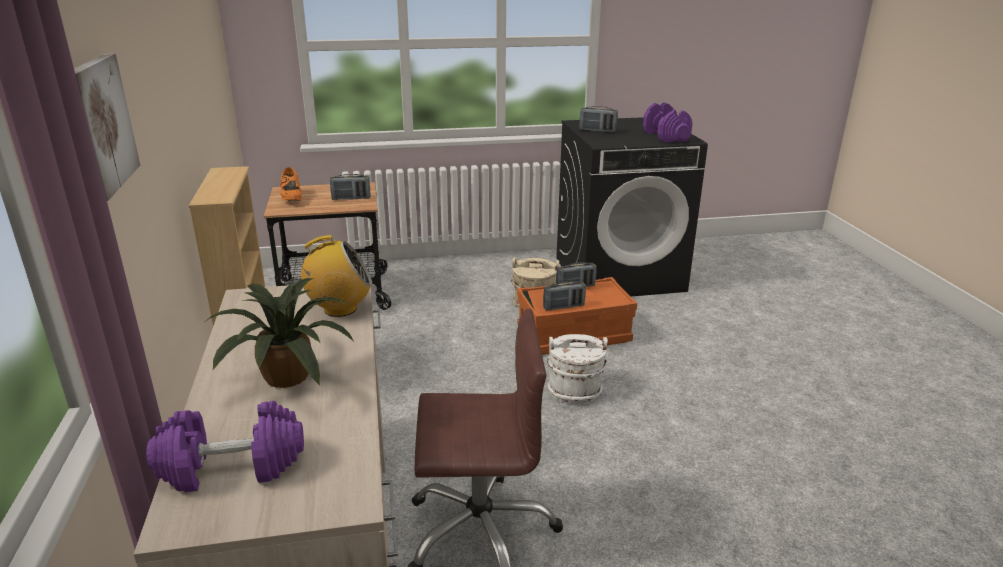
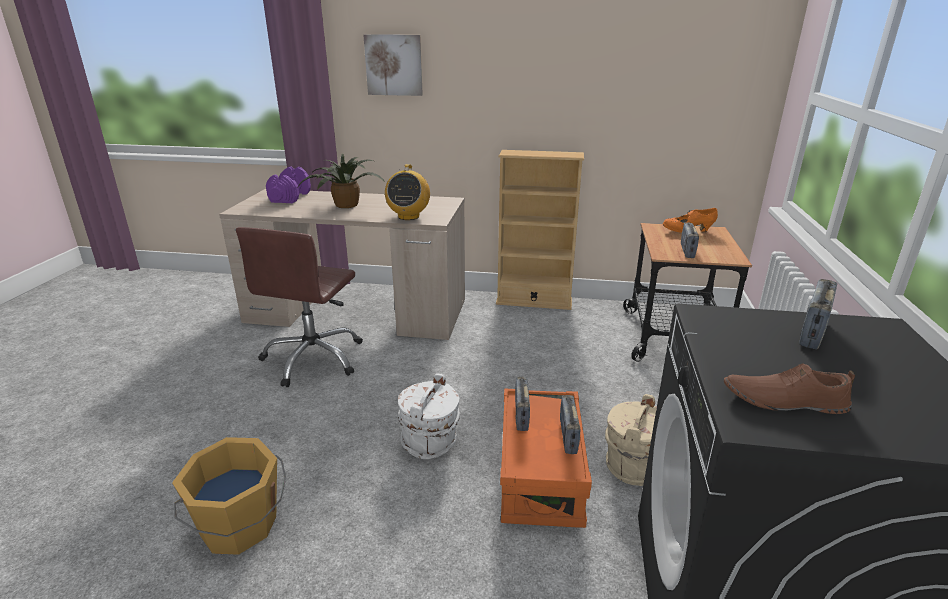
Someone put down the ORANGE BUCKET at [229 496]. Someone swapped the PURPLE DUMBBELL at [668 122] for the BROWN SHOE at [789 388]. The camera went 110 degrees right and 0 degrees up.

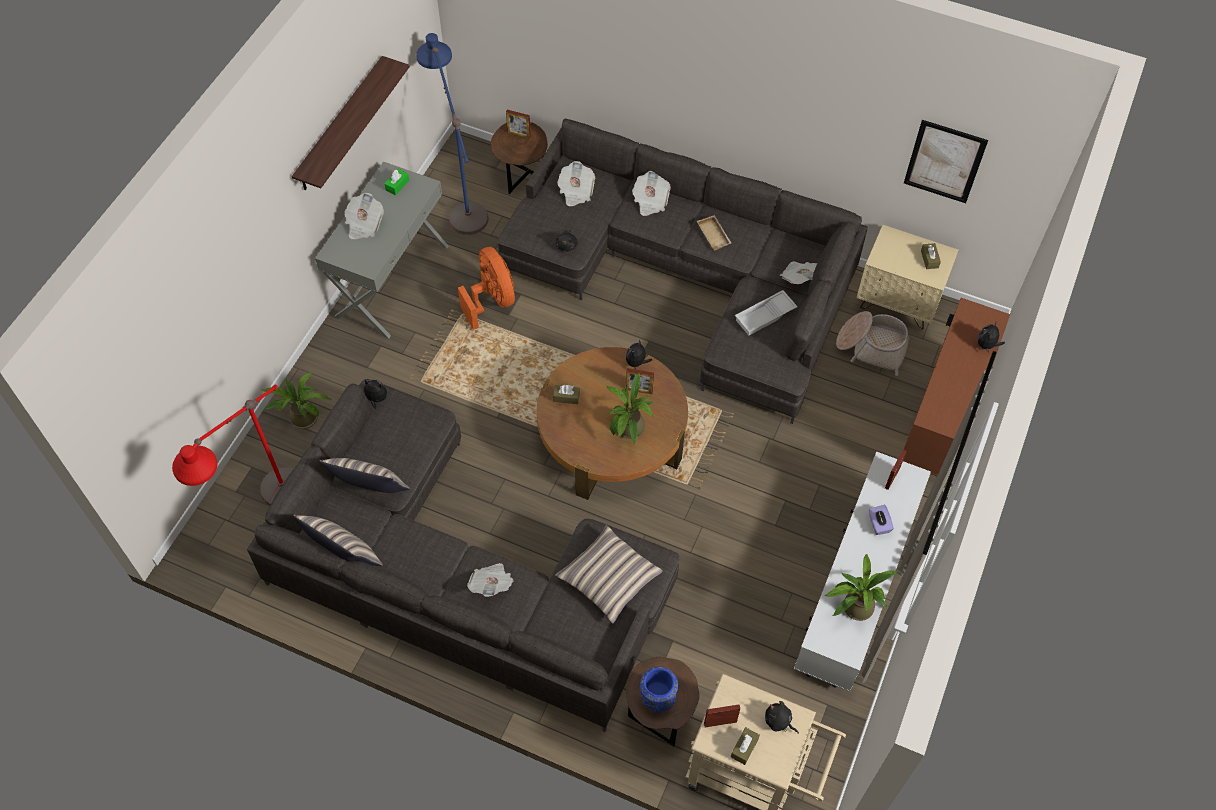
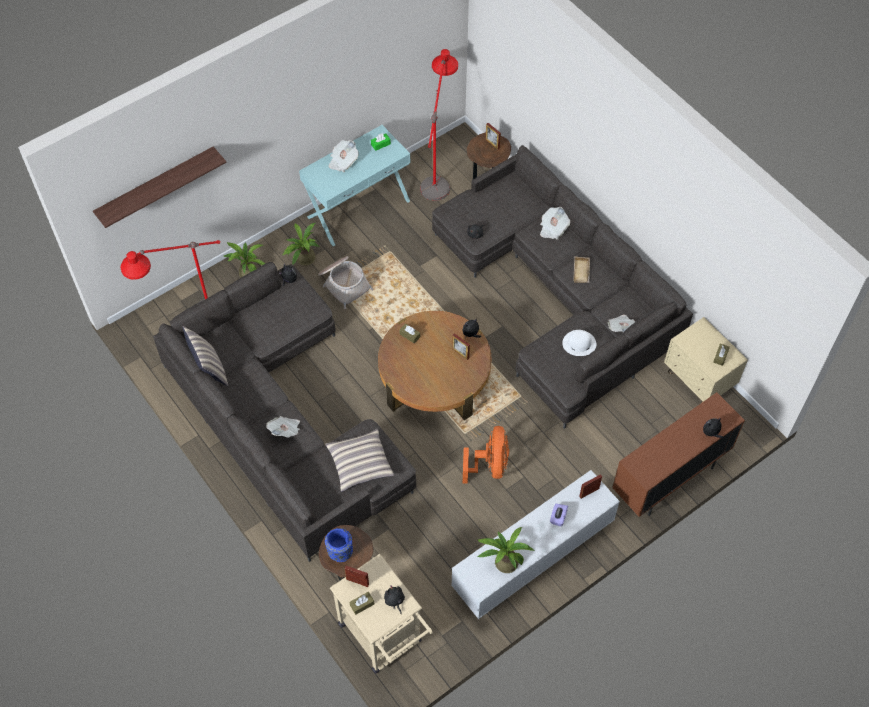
Someone carried the SHELF from [351 123] to [160 187]. Someone carried the POTTED PLANT from [629 408] to [301 244]. Someone repainted the GREY CONSOLE TABLE at [382 250], which became the TURQUOISE CONSOLE TABLE at [355 185]. Someone carried the BASKET from [873 343] to [345 282]. Someone repainted the BLUE FLOOR LAMP at [452 134], which became the RED FLOOR LAMP at [439 125]. Someone carried the ORANGE FAN from [486 288] to [486 455]. Someone swapped the WHITE TRAY at [766 313] for the WHITE HAT at [579 343]. Someone took away the PILLOW at [364 475]. Someone took away the NEWSPAPER at [576 184]. Someone took away the PICTURE at [946 161]. The camera went 30 degrees right and 0 degrees up.

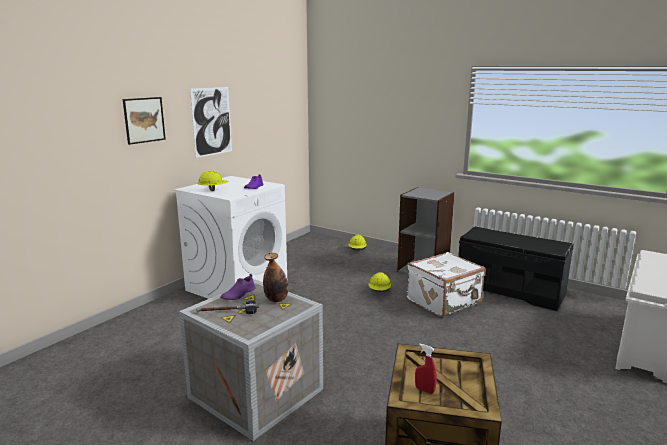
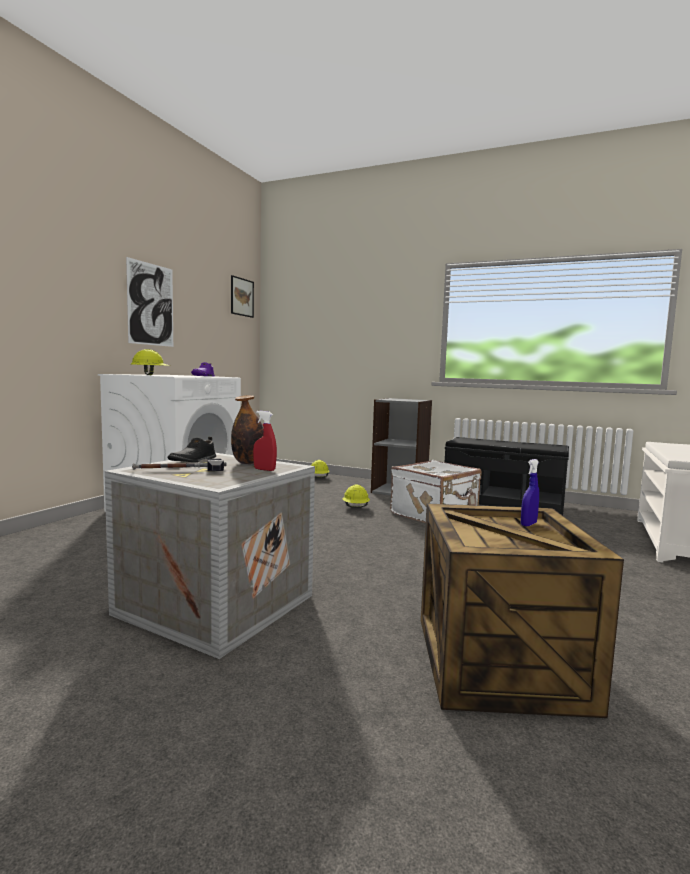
Someone repainted the PURPLE SHOE at [237 287], which became the BLACK SHOE at [192 449]. Someone carried the PICTURE from [144 121] to [242 296]. Someone carried the RED SPRAY BOTTLE from [426 369] to [265 441]. Someone put down the BLUE SPRAY BOTTLE at [530 493]. The camera went 10 degrees left and 10 degrees down.

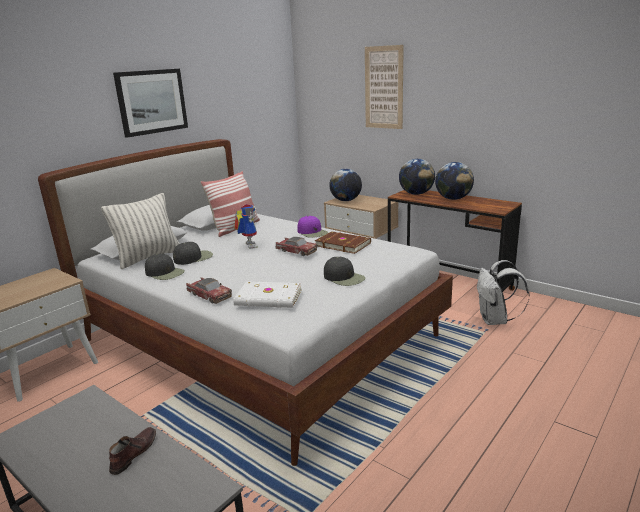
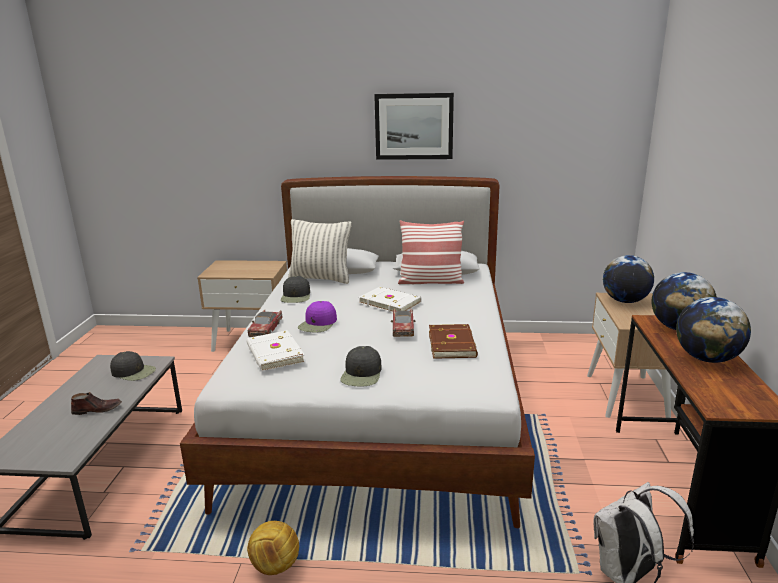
Someone carried the BLACK CAP from [193 253] to [133 366]. Someone put down the FOOTBALL at [273 548]. Someone carried the PURPLE CAP from [313 227] to [317 317]. Someone swapped the TOY ROBOT at [246 226] for the WHITE BOOK at [390 300]. Someone took away the PICTURE at [384 87]. The camera went 55 degrees right and 0 degrees up.

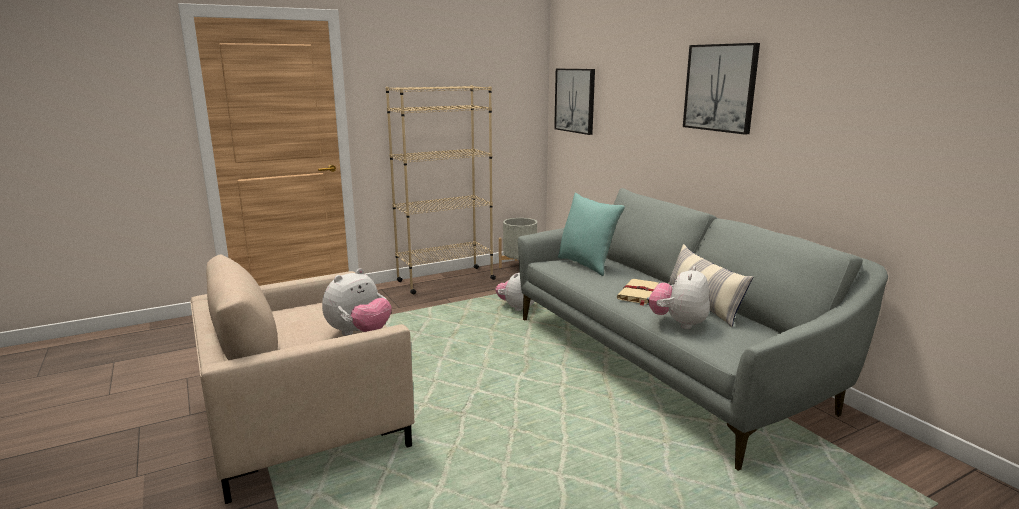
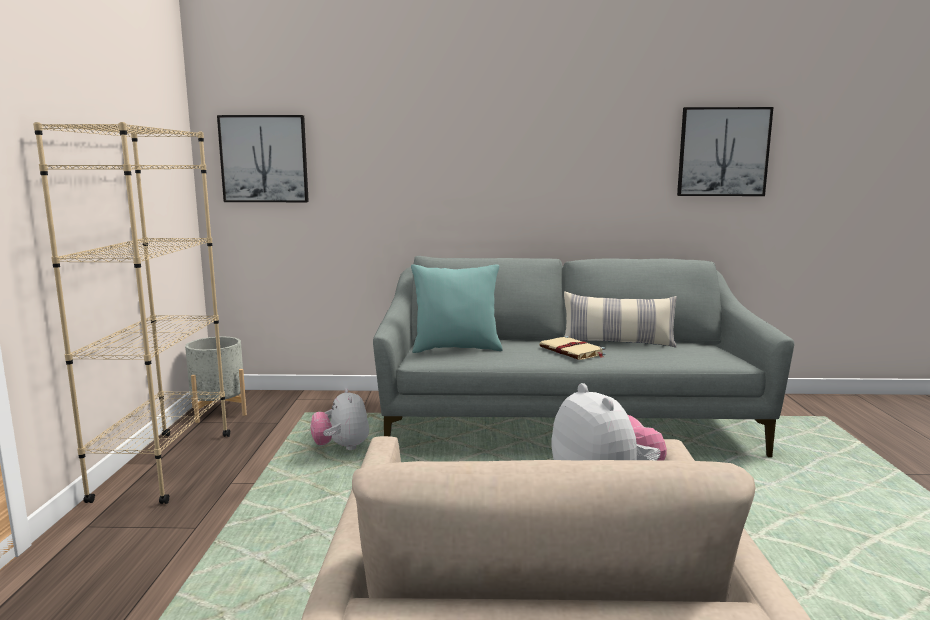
Someone carried the PICTURE from [721 89] to [725 151]. Someone took away the PLUSH TOY at [679 297]. The camera went 60 degrees left and 5 degrees down.

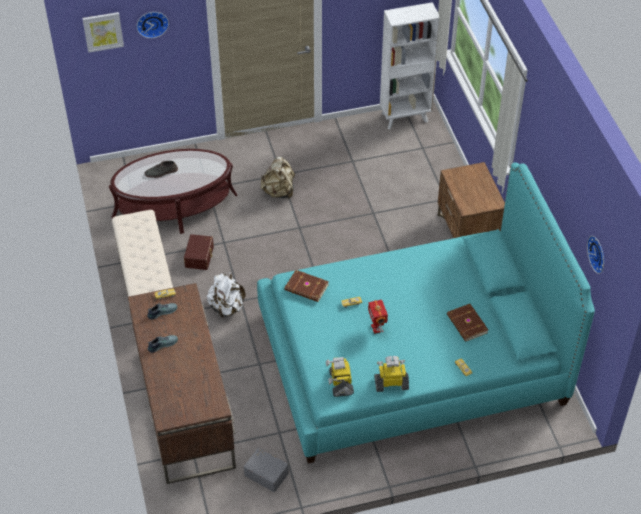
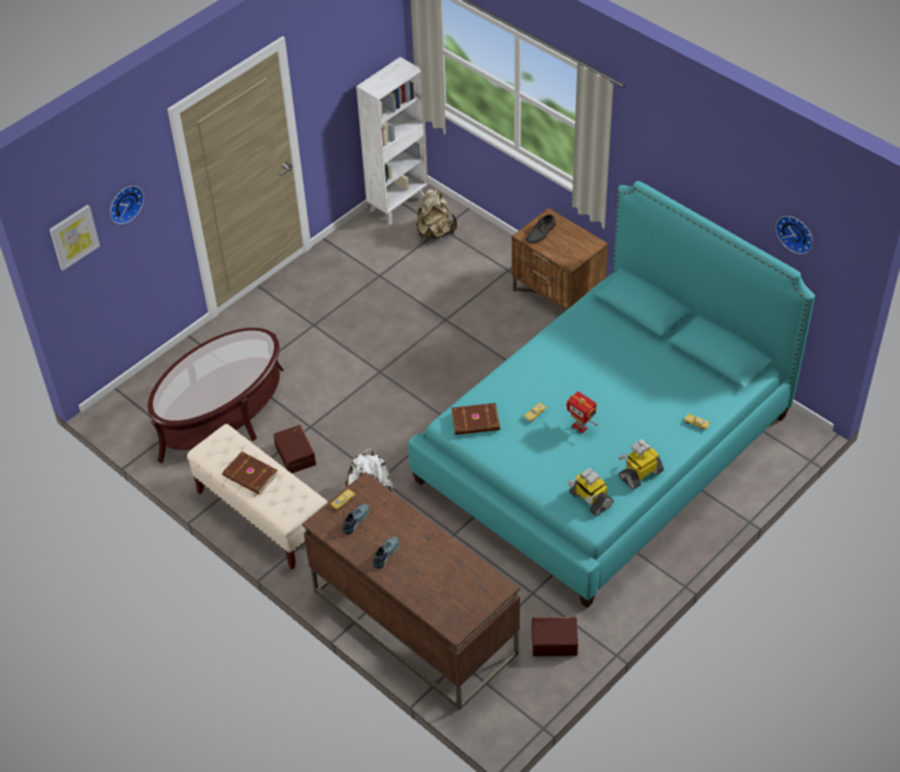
Someone carried the BROWN BOOK from [467 323] to [250 473]. Someone carried the BEIGE BACKPACK from [278 178] to [436 214]. Someone carried the GREY SHOE from [161 169] to [541 229]. Someone repainted the GREY STORAGE BOX at [266 470], which became the BROWN STORAGE BOX at [555 636]. The camera went 30 degrees left and 0 degrees up.

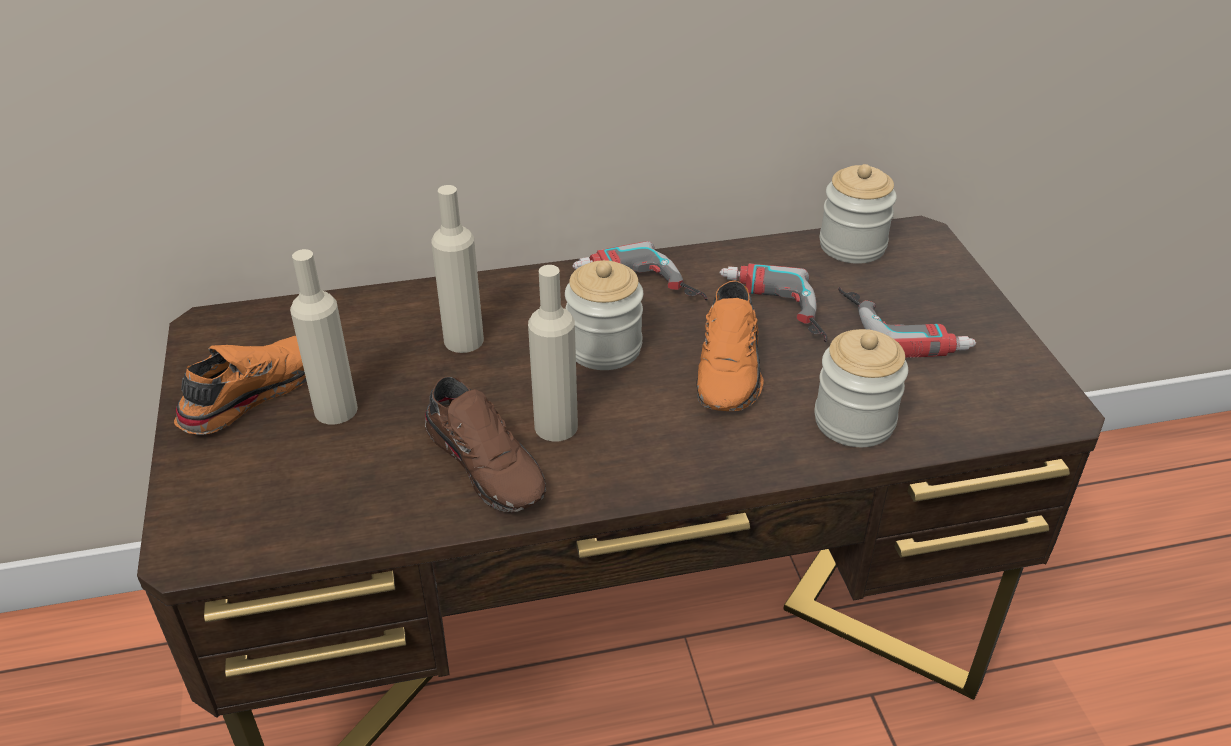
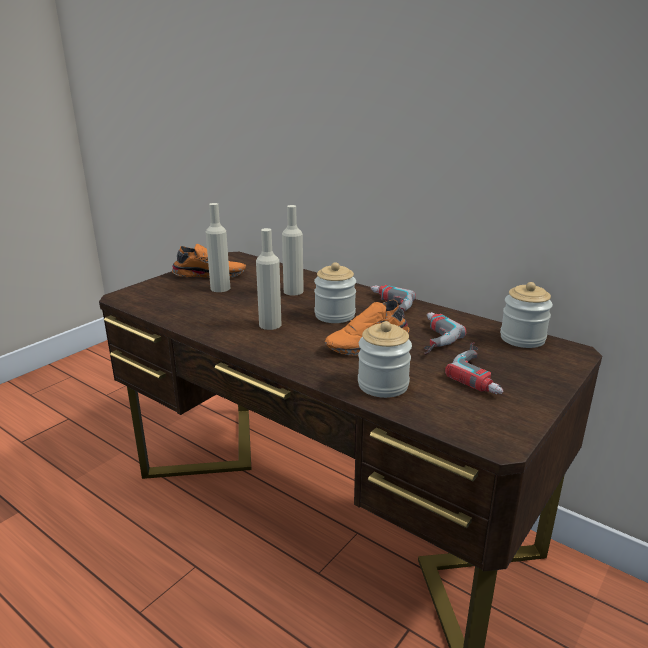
Someone took away the BROWN SHOE at [485 444]. The camera went 50 degrees right and 15 degrees down.

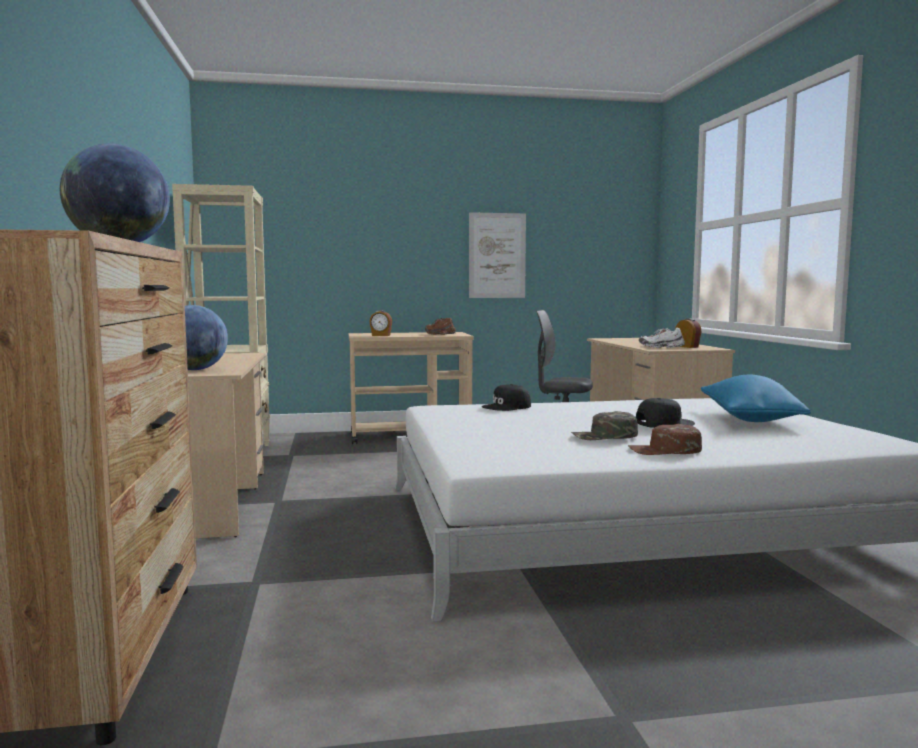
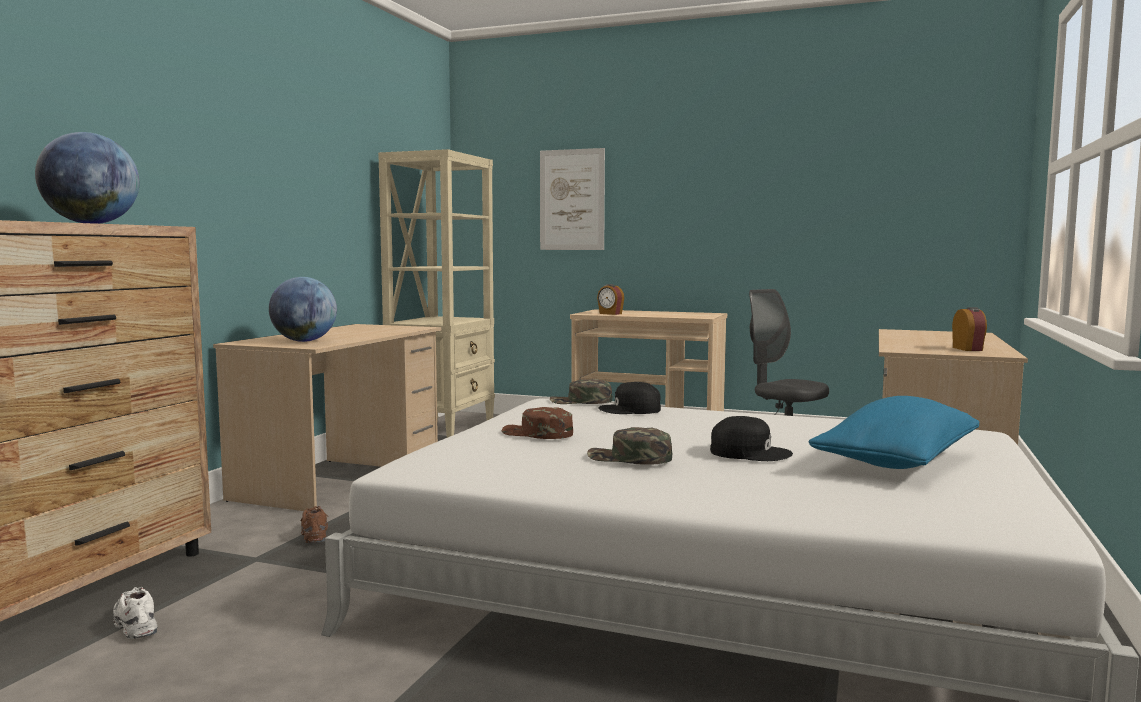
Someone carried the WHITE SHOE from [662 338] to [135 613]. Someone carried the BROWN SHOE from [440 326] to [314 524]. Someone carried the BROWN CAP from [665 439] to [537 423]. Someone carried the PICTURE from [497 255] to [572 199]. Someone put down the GREEN CAP at [581 391]. The camera went 30 degrees right and 0 degrees up.

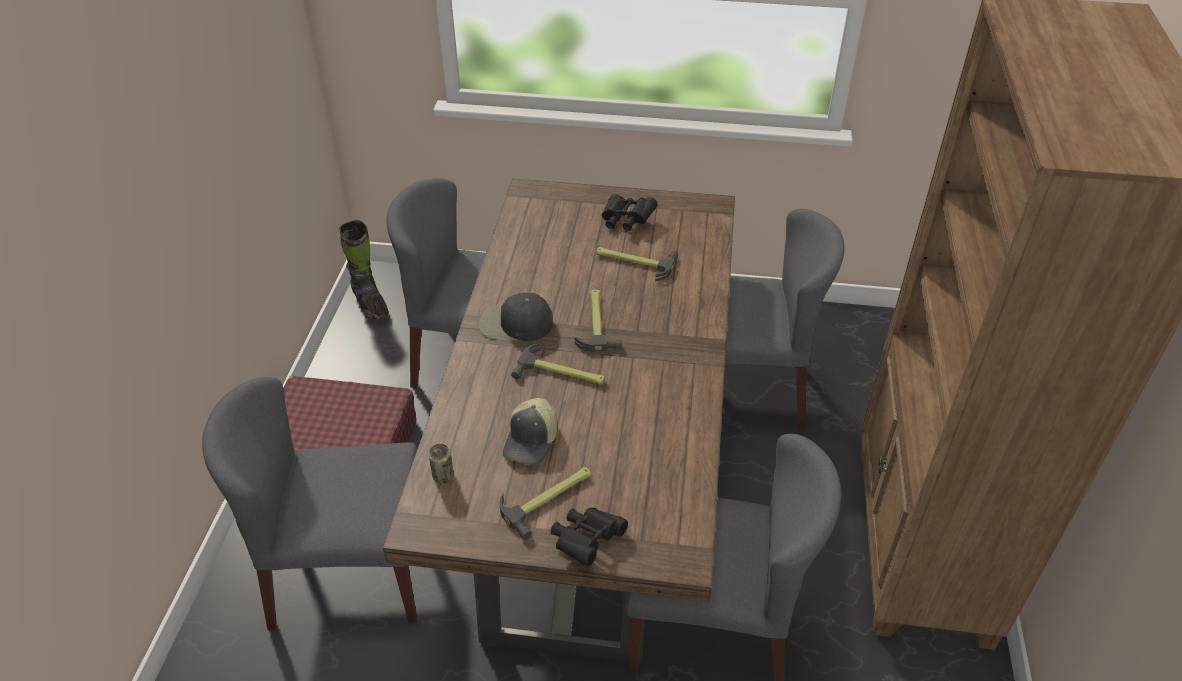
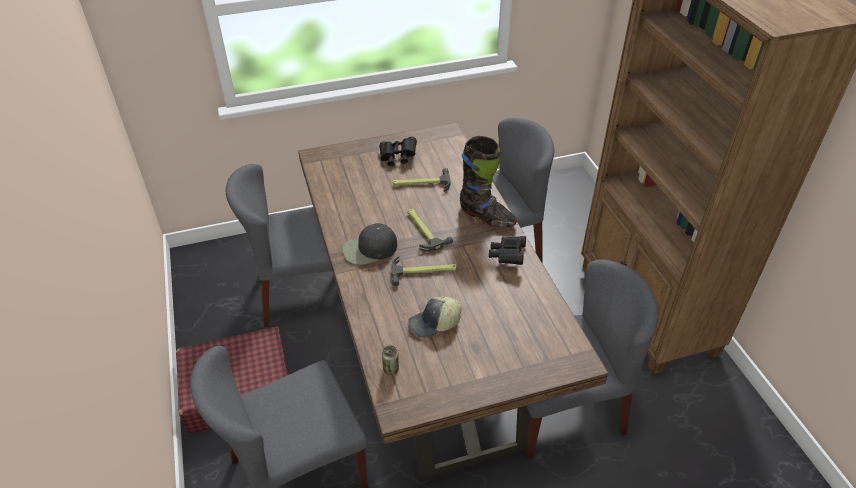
Someone rotated the CAP at [529 431] by 75 degrees clockwise. Someone carried the BLACK BOOT from [364 270] to [488 182]. Someone carried the BLACK BINOCULARS from [589 537] to [507 250]. Someone took away the HAMMER at [545 503]. The camera went 25 degrees left and 0 degrees up.

